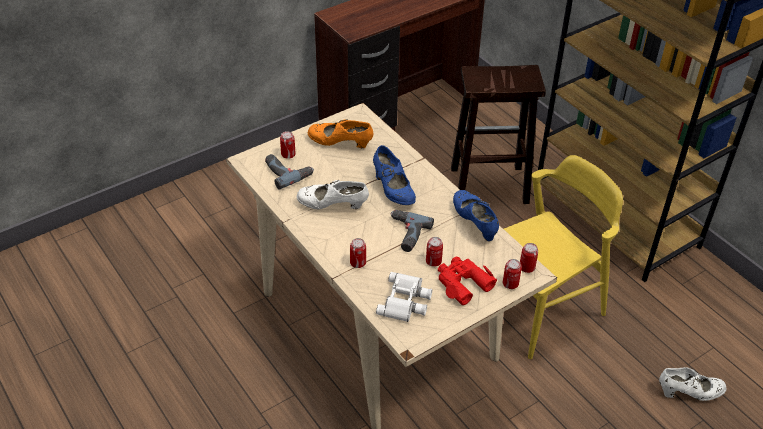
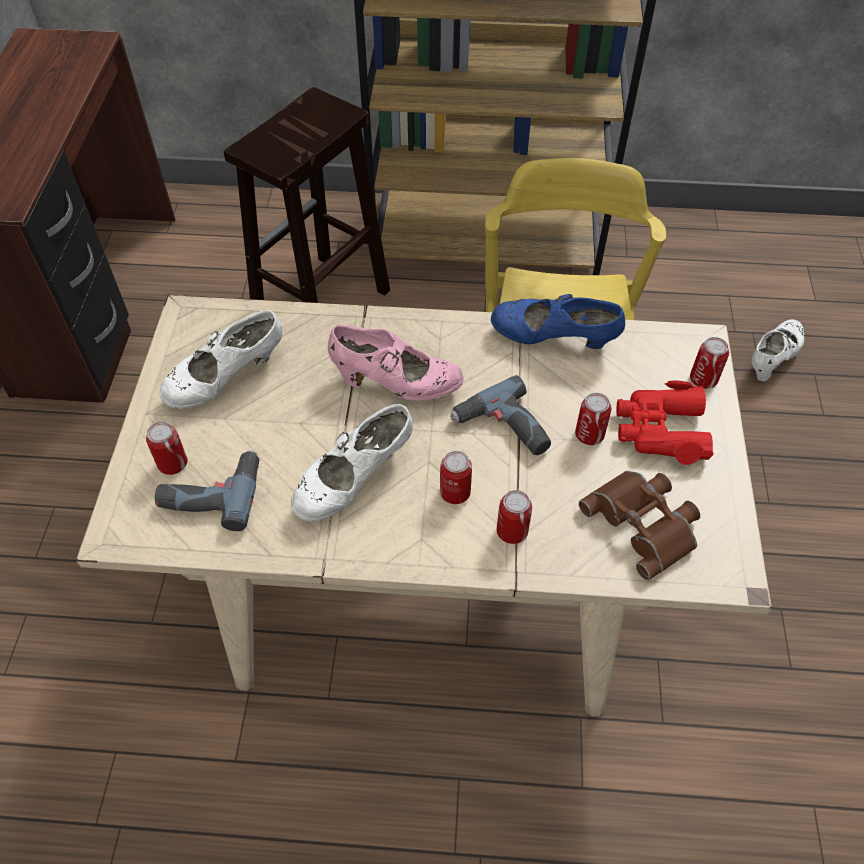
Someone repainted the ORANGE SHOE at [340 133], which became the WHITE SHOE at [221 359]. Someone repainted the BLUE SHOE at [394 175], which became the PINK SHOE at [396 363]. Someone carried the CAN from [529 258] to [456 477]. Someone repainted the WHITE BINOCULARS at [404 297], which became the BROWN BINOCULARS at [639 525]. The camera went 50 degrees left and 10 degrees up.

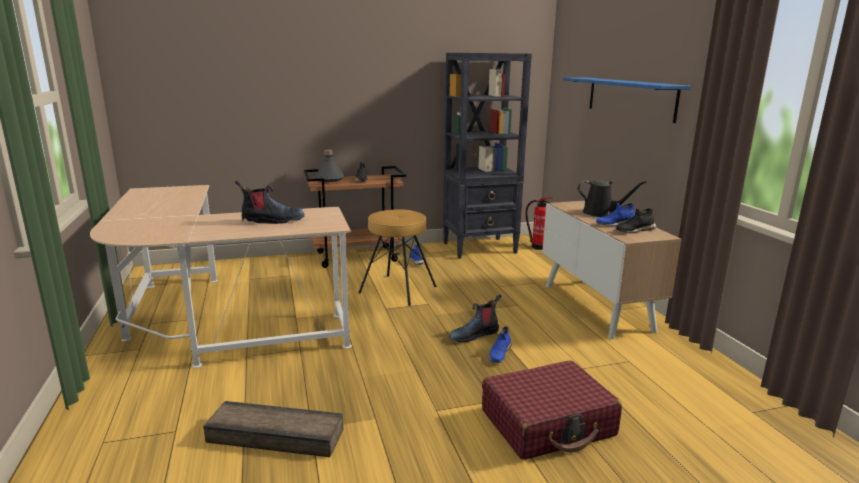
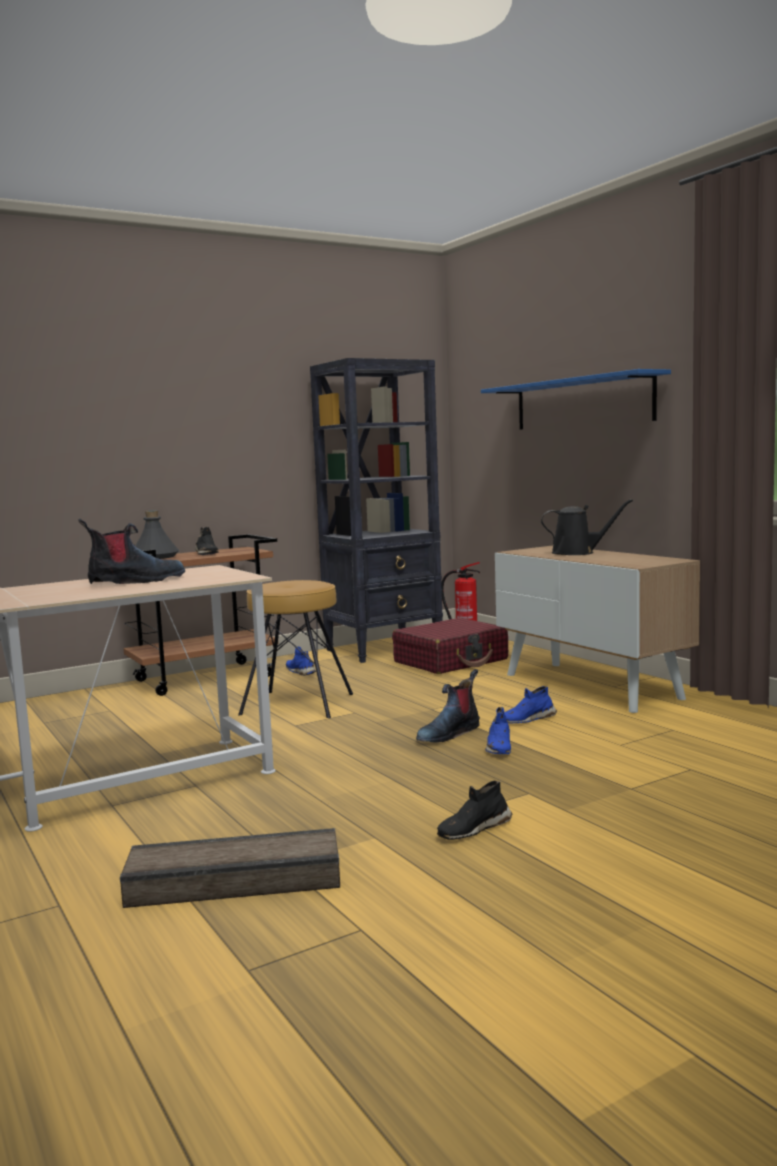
Someone carried the RED SUITCASE from [552 410] to [450 646]. Someone carried the BLACK SHOE from [636 220] to [474 810]. Someone carried the BLUE SHOE from [615 214] to [531 705]. The camera went 15 degrees left and 10 degrees down.

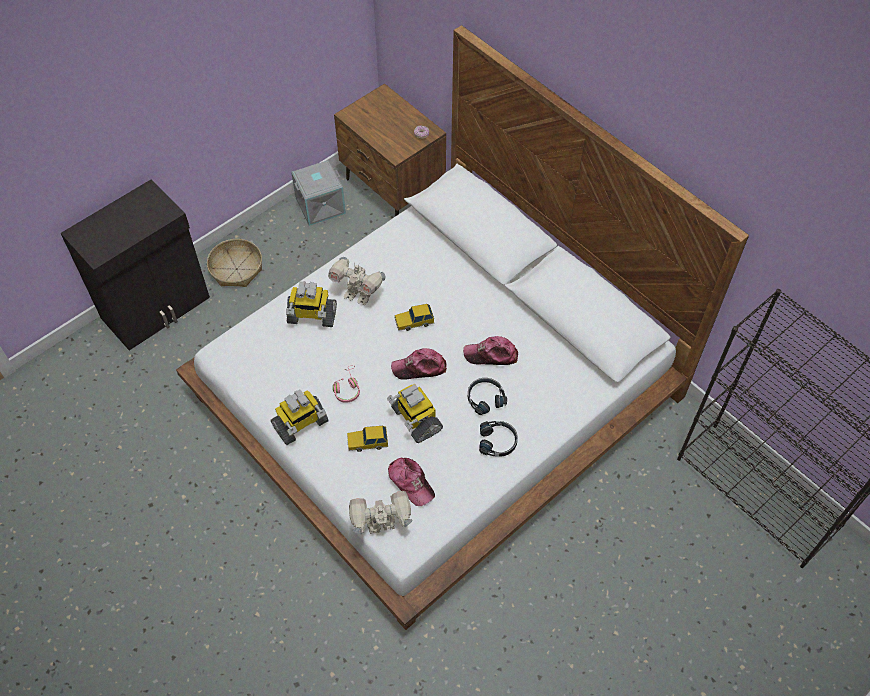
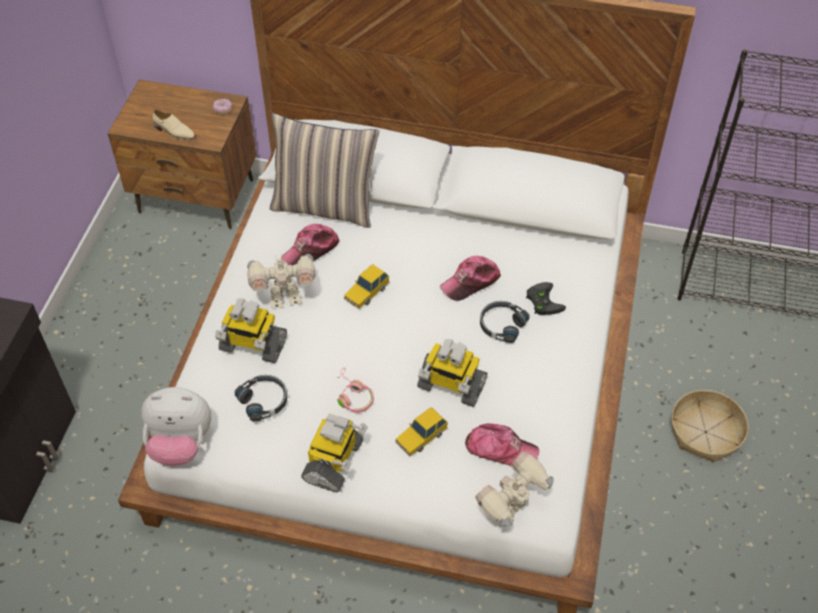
Someone put down the PLUSH TOY at [176 426]. Someone put down the BEIGE SHOE at [174 125]. Someone rotated the TOY ROBOT at [311 304] by 45 degrees clockwise. Someone carried the BLACK HEADPHONES from [498 439] to [260 398]. Someone put down the PILLOW at [324 170]. Someone carried the CAP from [419 364] to [310 244]. Someone put down the BLACK GAME CONTROLLER at [546 298]. Someone carried the BASKET from [234 263] to [710 426]. Someone took away the GREY STORAGE BOX at [318 193]. The camera went 35 degrees left and 5 degrees down.

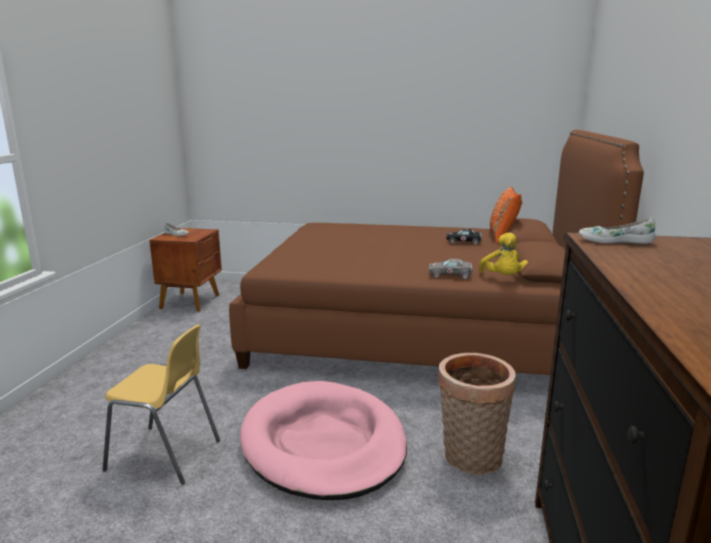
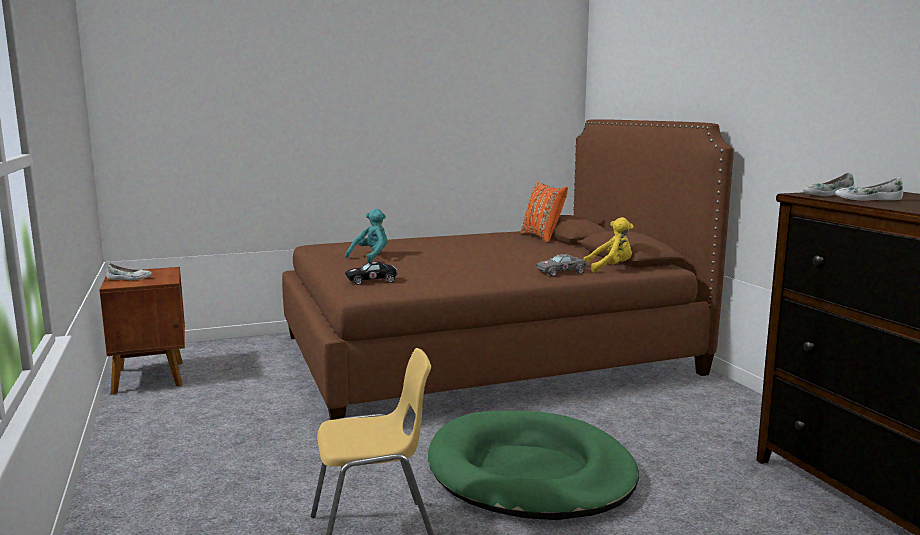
Someone put down the TURQUOISE PLUSH TOY at [366 235]. Someone carried the BLACK TOY CAR from [464 237] to [371 273]. Someone repainted the PINK DOG BED at [323 440], which became the GREEN DOG BED at [533 465]. Someone rotated the YELLOW PLUSH TOY at [503 253] by 60 degrees counterclockwise. Someone put down the WHITE SHOE at [869 189]. Someone took away the BASKET at [477 414]. The camera went 30 degrees left and 5 degrees down.

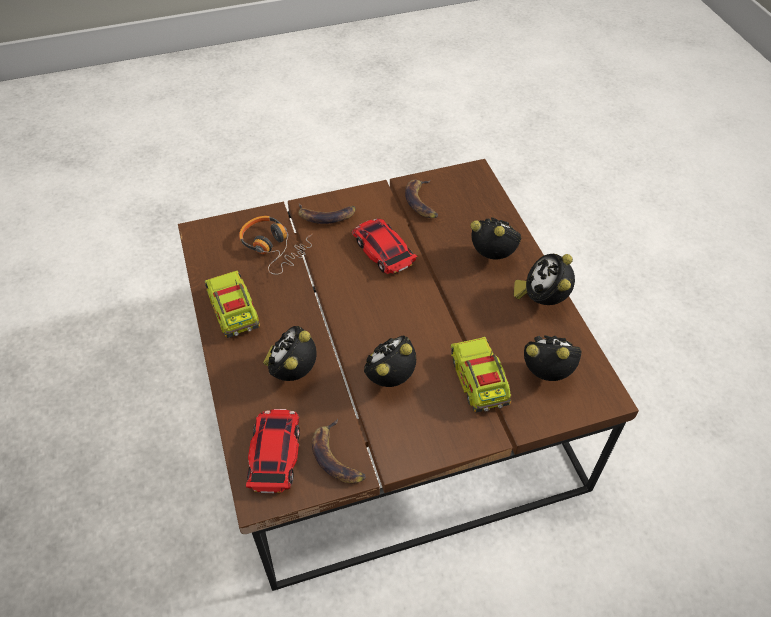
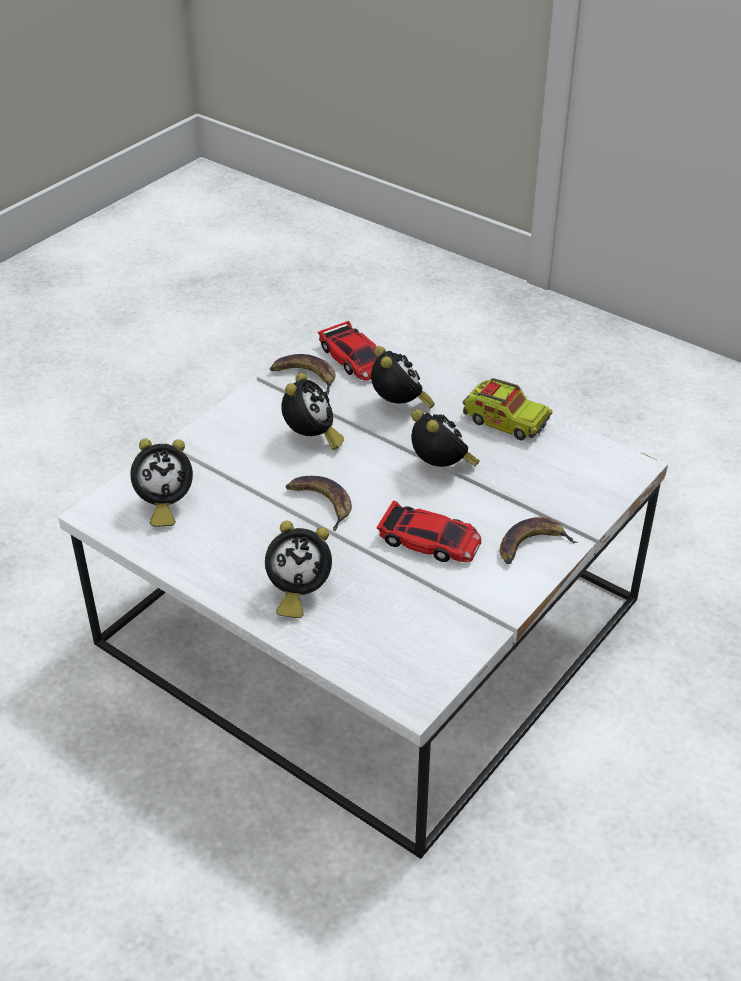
Someone repainted the BROWN COFFEE TABLE at [408 375], which became the WHITE COFFEE TABLE at [363 589]. Someone carried the BANANA from [421 199] to [319 503]. Someone carried the ALARM CLOCK from [544 279] to [445 438]. Someone took away the HEADPHONES at [275 245]. Someone took away the TOY TRUCK at [480 374]. The camera went 145 degrees right and 10 degrees down.

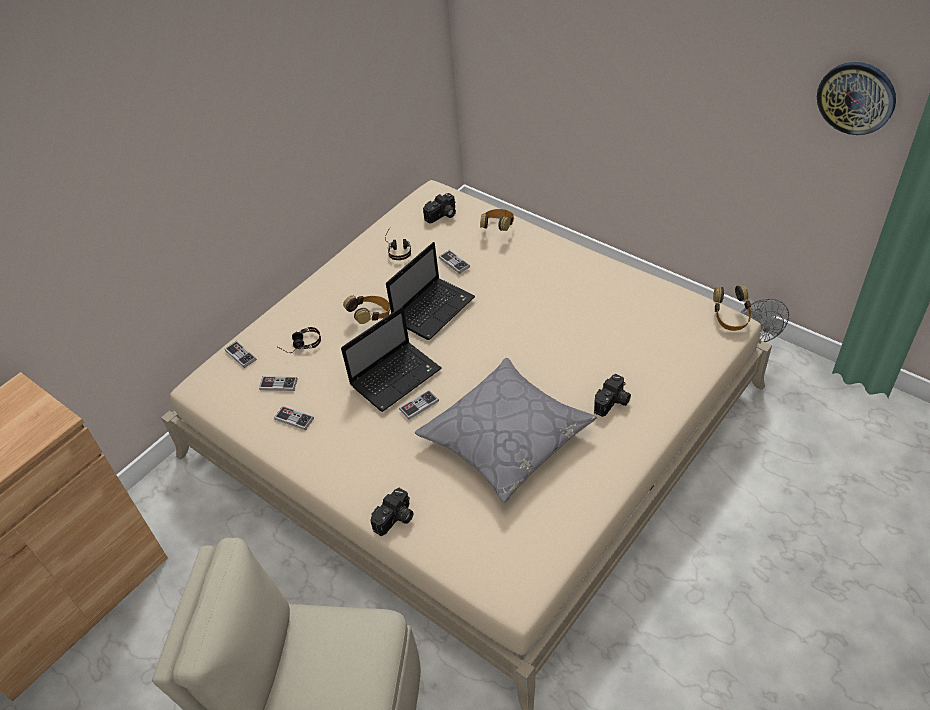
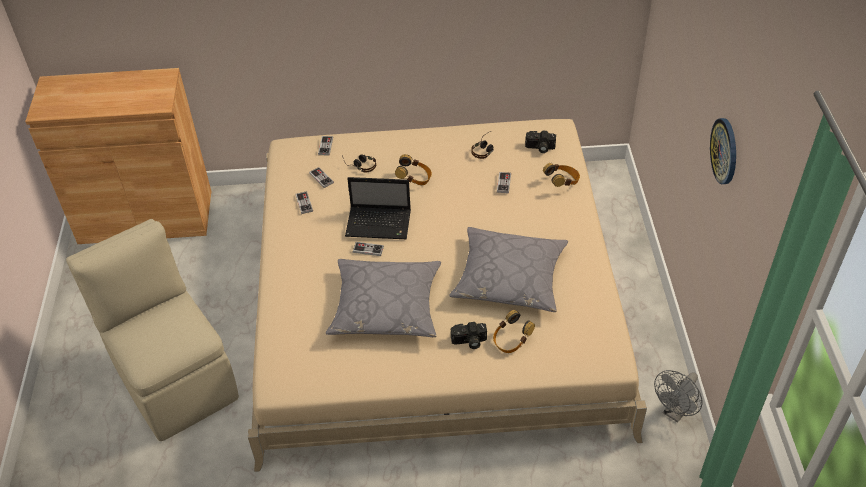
Someone put down the GREY PILLOW at [508 269]. Someone carried the HEADPHONES from [732 308] to [514 331]. Someone carried the WALL CLOCK from [856 98] to [723 151]. Someone took away the PHOTO CAMERA at [392 512]. Someone took away the LAPTOP at [430 291]. The camera went 45 degrees right and 0 degrees up.

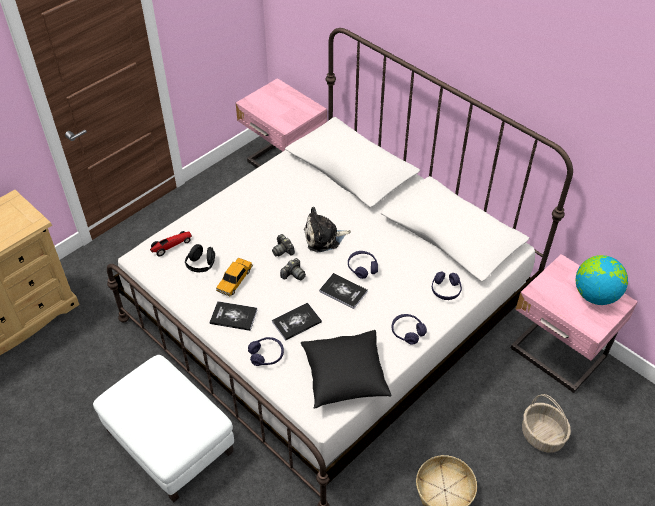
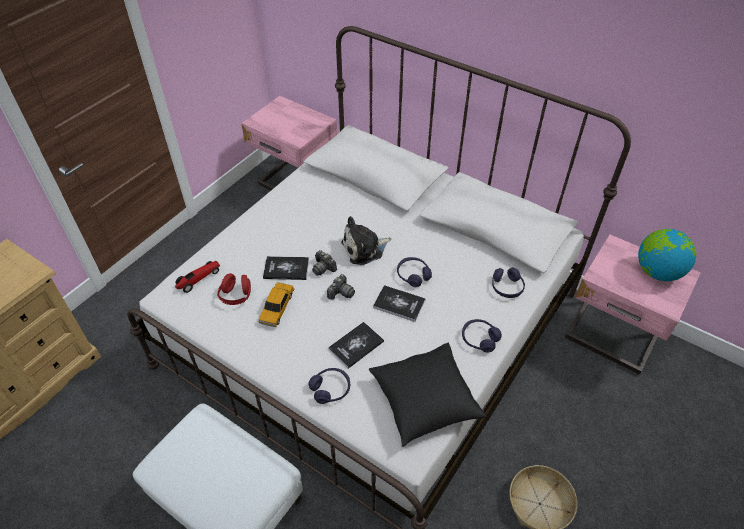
Someone repainted the BLACK HEADPHONES at [200 258], which became the RED HEADPHONES at [234 289]. Someone carried the BOOK from [233 316] to [286 268]. Someone took away the BASKET at [546 423]. The camera went 10 degrees left and 0 degrees up.

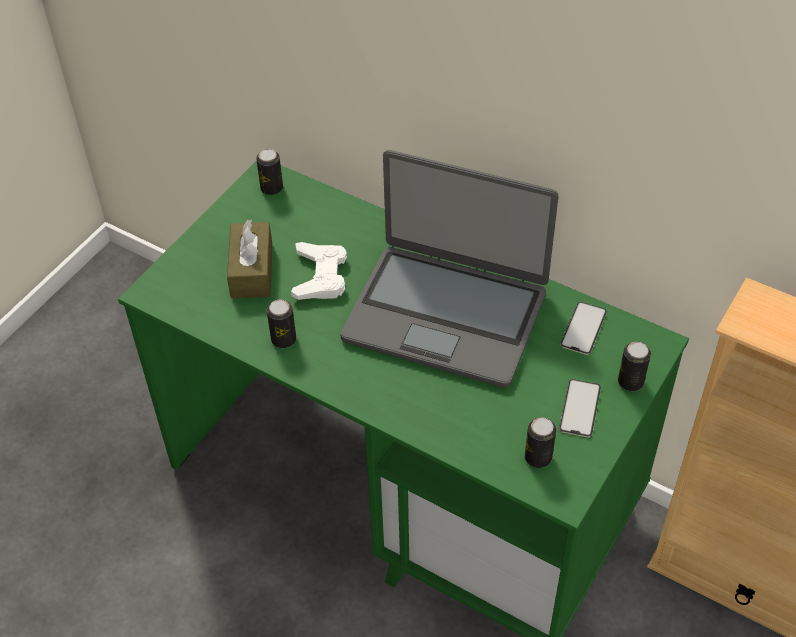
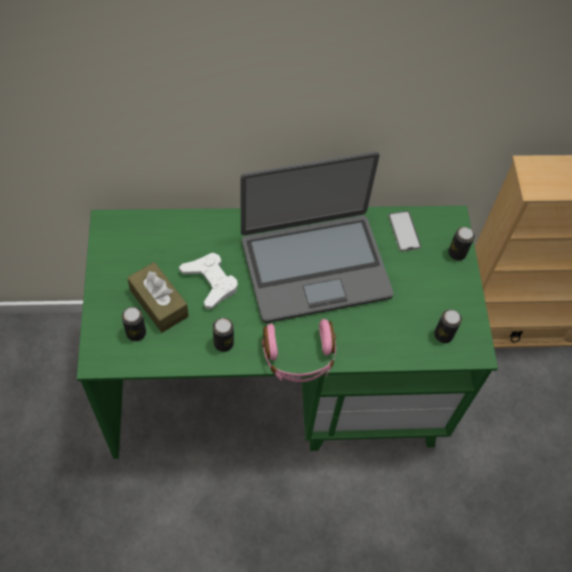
Someone carried the CAN from [269 172] to [134 324]. Someone put down the PINK HEADPHONES at [299 350]. Someone took away the PHONE at [580 408]. The camera went 40 degrees left and 10 degrees up.

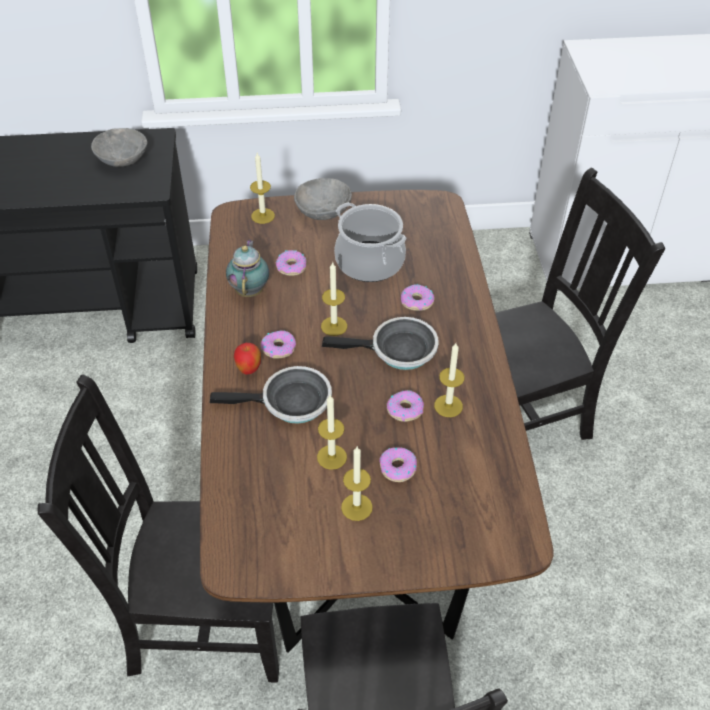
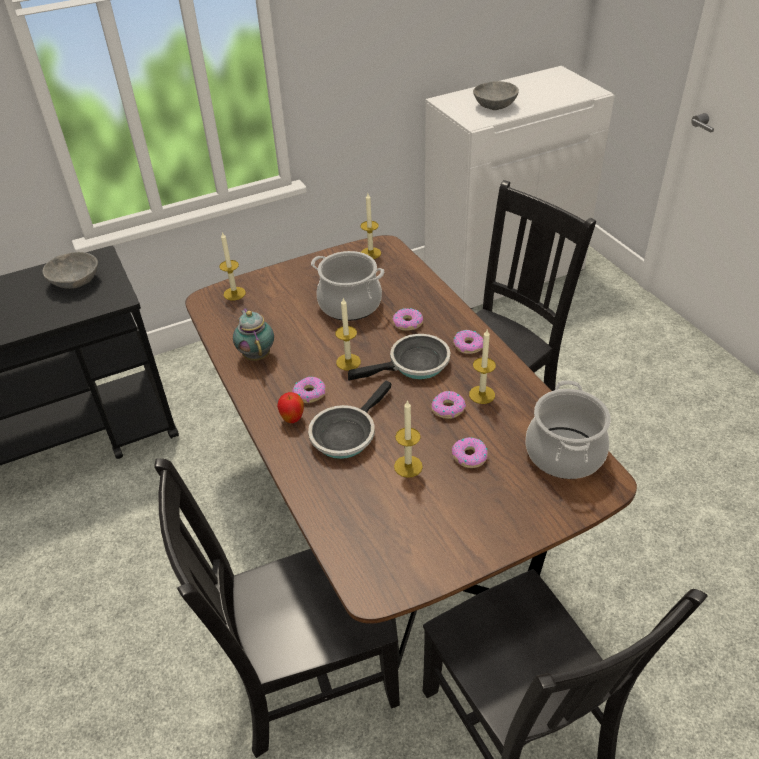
Someone rotated the FRYING PAN at [271 394] by 150 degrees clockwise. Someone carried the CANDLE from [357 484] to [370 226]. Someone carried the DONUT from [291 263] to [468 342]. Someone carried the GREY BOWL from [323 199] to [496 95]. Someone put down the COOKING POT at [568 429]. The camera went 20 degrees left and 5 degrees down.

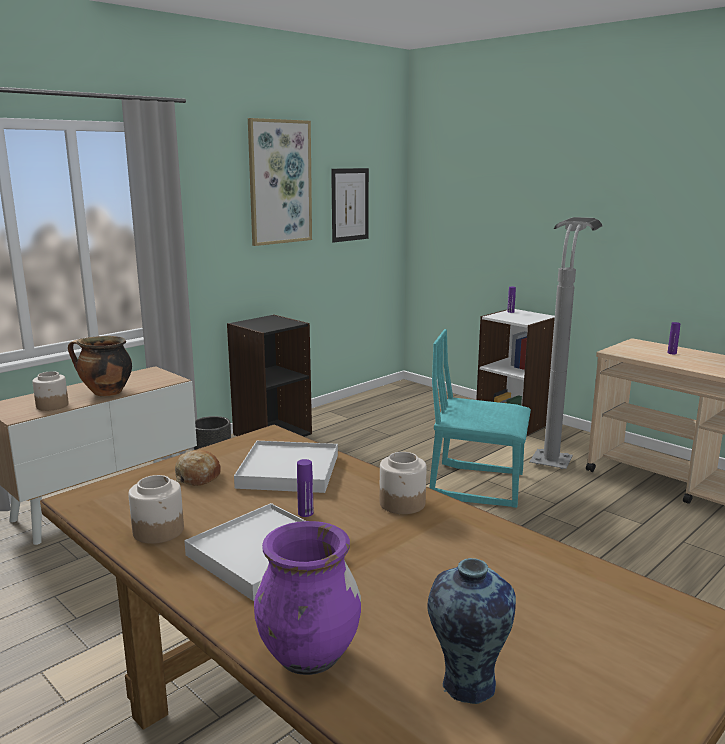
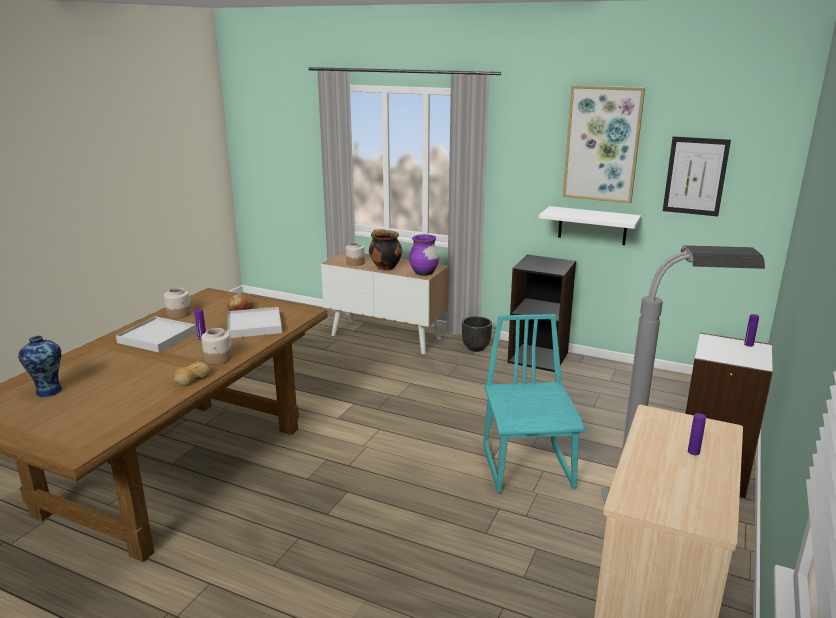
Someone put down the BREAD at [192 373]. Someone carried the PURPLE VASE from [307 598] to [424 255]. Someone put up the WHITE SHELF at [590 225]. The camera went 70 degrees right and 5 degrees up.

